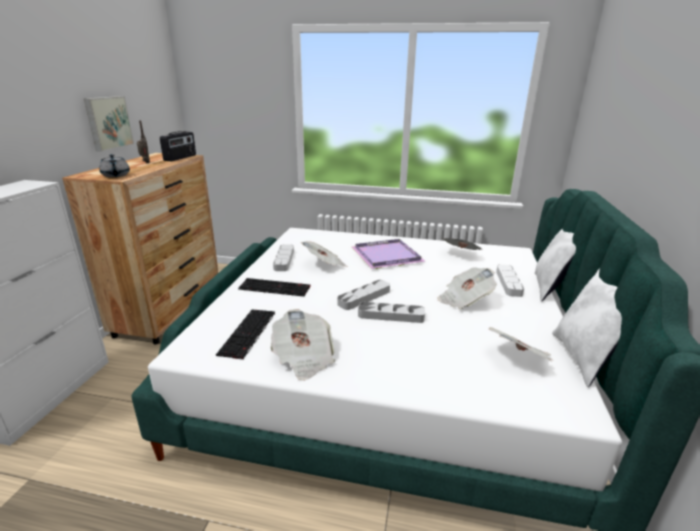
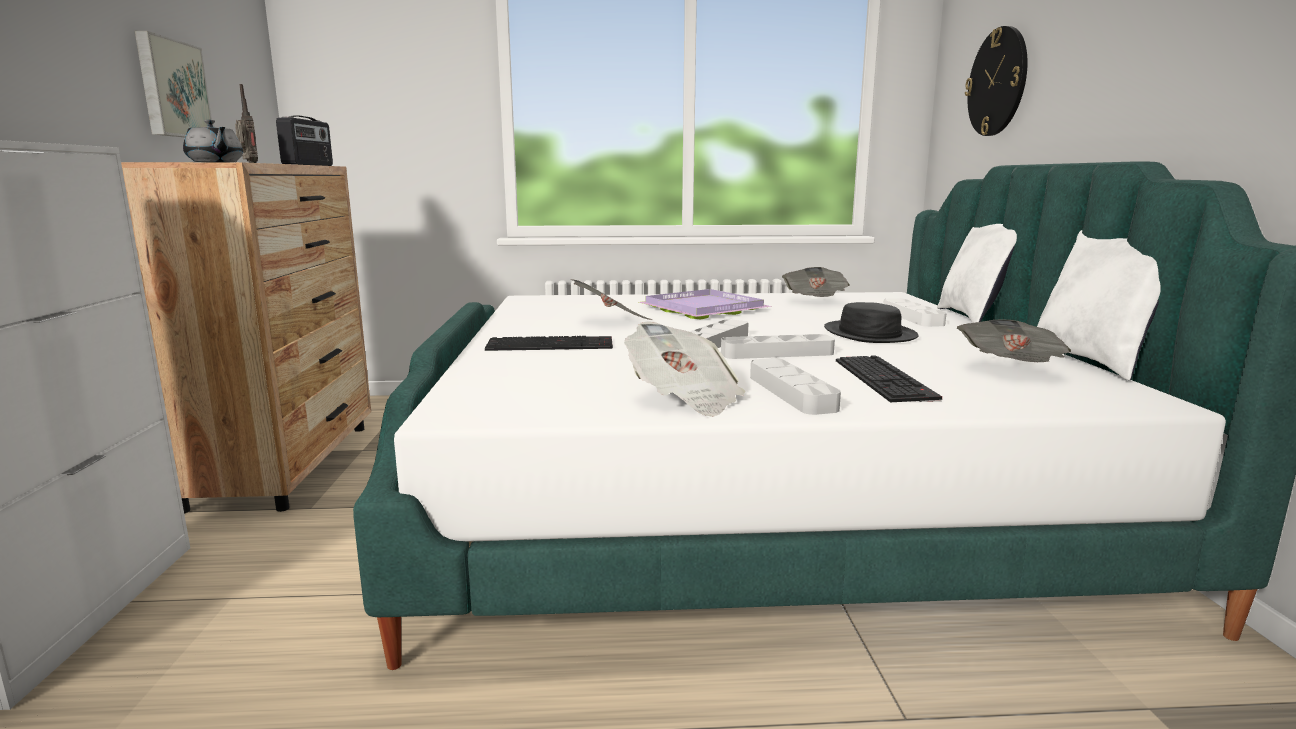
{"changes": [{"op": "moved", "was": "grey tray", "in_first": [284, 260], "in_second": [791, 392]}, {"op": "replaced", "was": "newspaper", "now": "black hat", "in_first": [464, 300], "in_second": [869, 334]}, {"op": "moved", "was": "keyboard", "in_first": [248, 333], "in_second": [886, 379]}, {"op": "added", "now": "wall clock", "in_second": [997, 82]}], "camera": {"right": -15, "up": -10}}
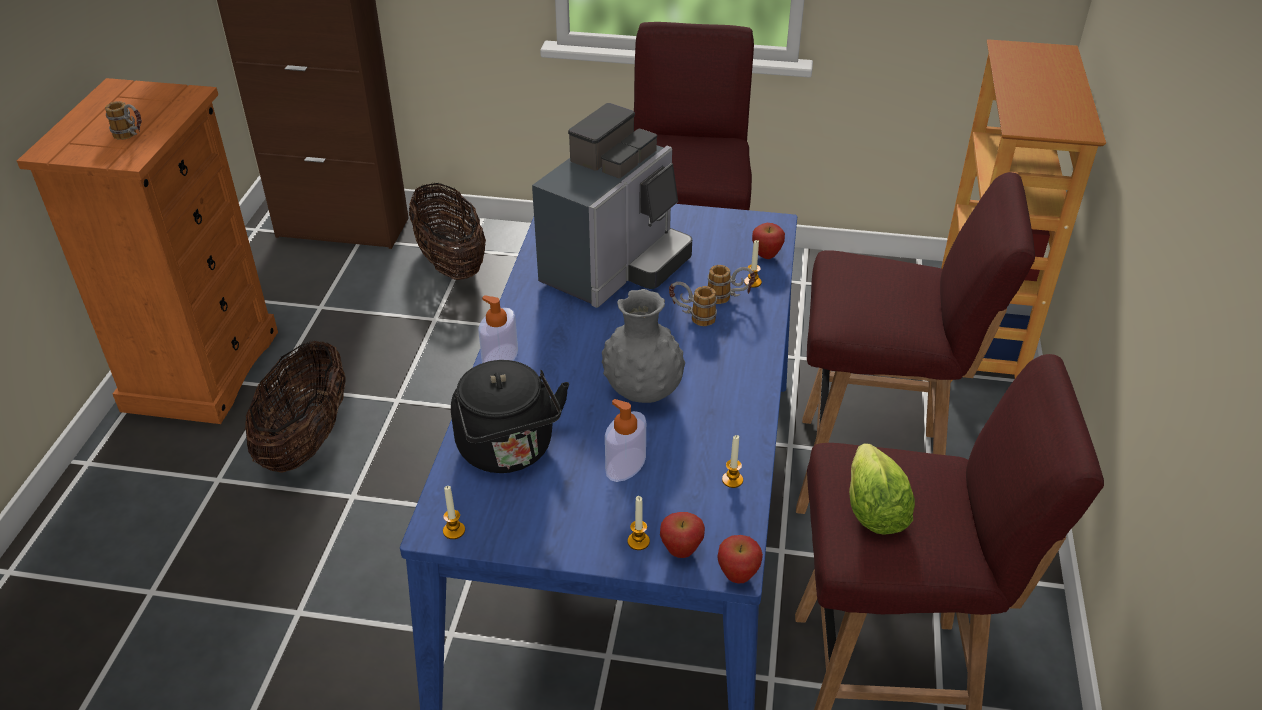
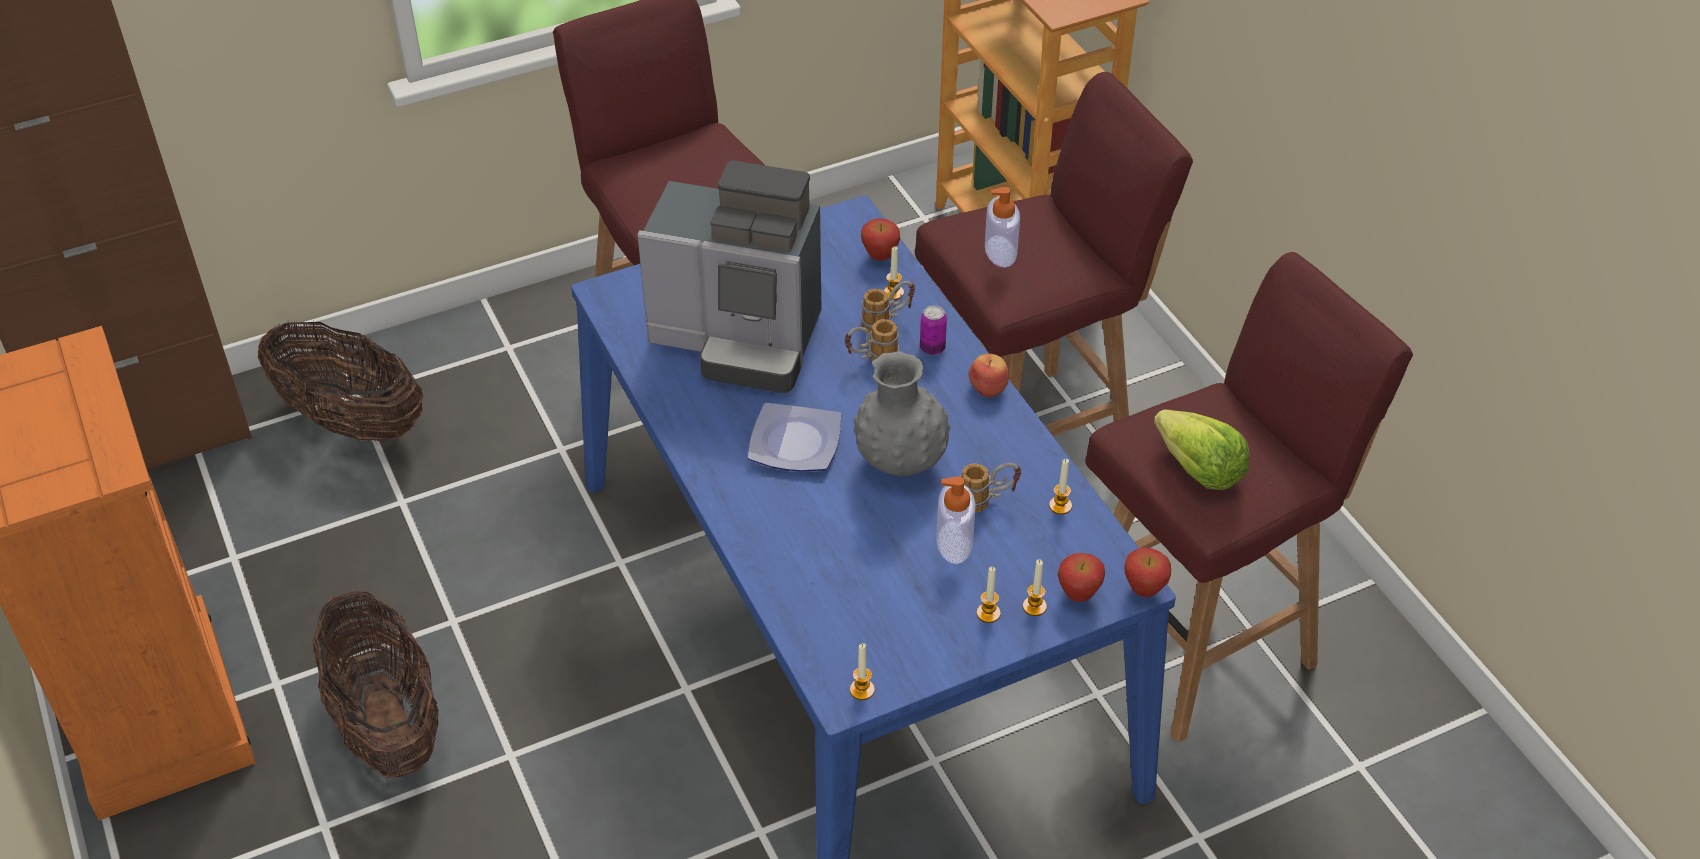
{"changes": [{"op": "moved", "was": "mug", "in_first": [132, 137], "in_second": [988, 500]}, {"op": "turned", "was": "coffee machine", "in_first": [616, 266], "in_second": [740, 339], "clockwise": 105}, {"op": "moved", "was": "soap dispenser", "in_first": [500, 358], "in_second": [1000, 251]}, {"op": "removed", "was": "black kettle", "in_first": [509, 451]}, {"op": "added", "now": "can", "in_second": [932, 348]}, {"op": "added", "now": "apple", "in_second": [988, 387]}, {"op": "added", "now": "plate", "in_second": [793, 444]}, {"op": "added", "now": "candle", "in_second": [988, 613]}], "camera": {"right": -35, "up": 5}}
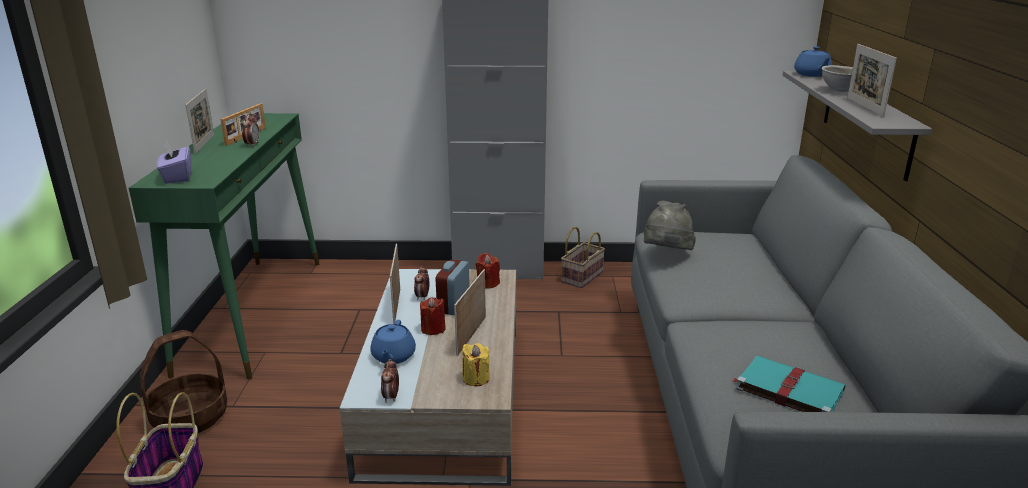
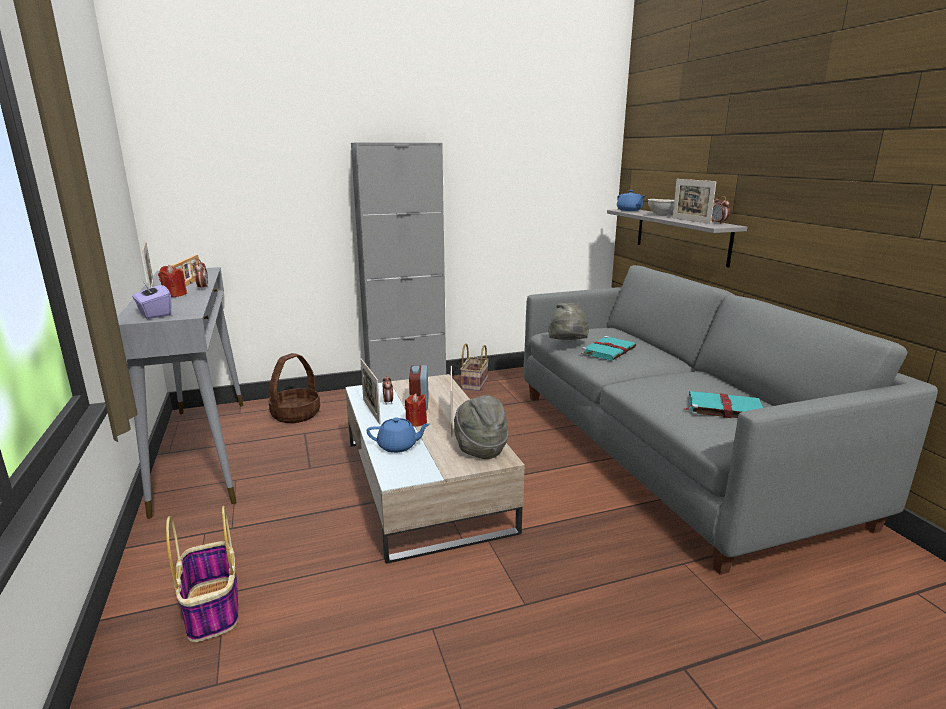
{"changes": [{"op": "recoloured", "was": "green console table", "now": "grey console table", "in_first": [254, 312], "in_second": [203, 451]}, {"op": "moved", "was": "red candle", "in_first": [488, 283], "in_second": [174, 295]}, {"op": "turned", "was": "blue teapot", "in_first": [393, 356], "in_second": [398, 446], "clockwise": -75}, {"op": "moved", "was": "basket", "in_first": [190, 417], "in_second": [296, 414]}, {"op": "replaced", "was": "yellow candle", "now": "grey hat", "in_first": [476, 378], "in_second": [480, 449]}, {"op": "moved", "was": "alarm clock", "in_first": [391, 397], "in_second": [718, 223]}, {"op": "added", "now": "turquoise book", "in_second": [609, 350]}], "camera": {"right": -20, "up": -5}}
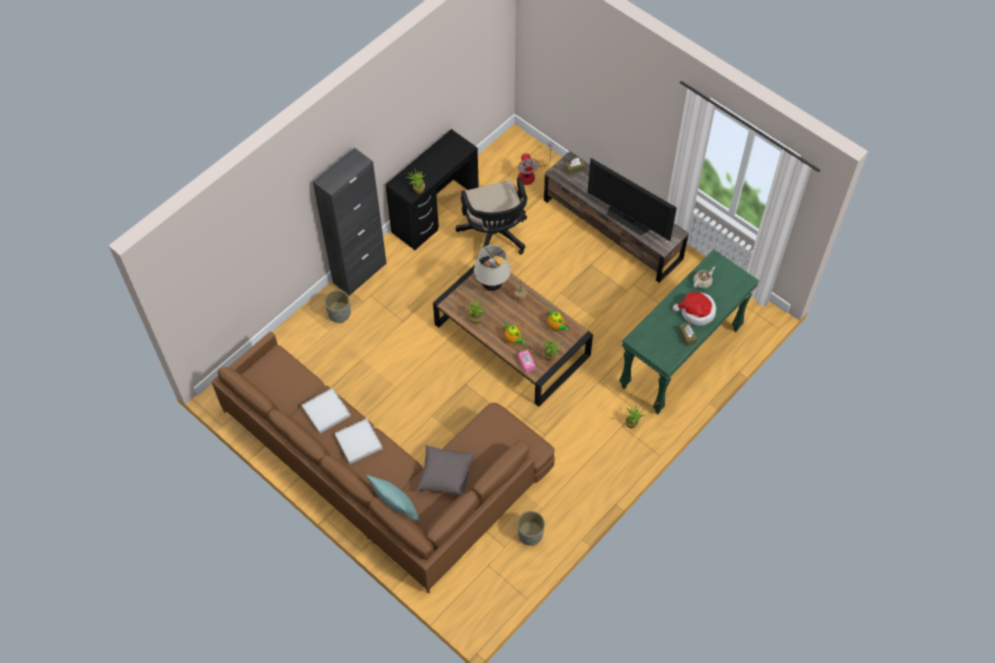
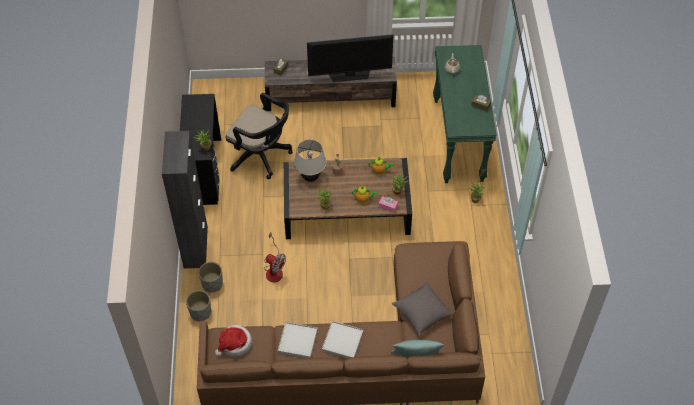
{"changes": [{"op": "moved", "was": "fan", "in_first": [530, 174], "in_second": [274, 269]}, {"op": "moved", "was": "hat", "in_first": [696, 312], "in_second": [234, 344]}, {"op": "moved", "was": "grey planter", "in_first": [530, 534], "in_second": [200, 313]}], "camera": {"right": -45, "up": -5}}
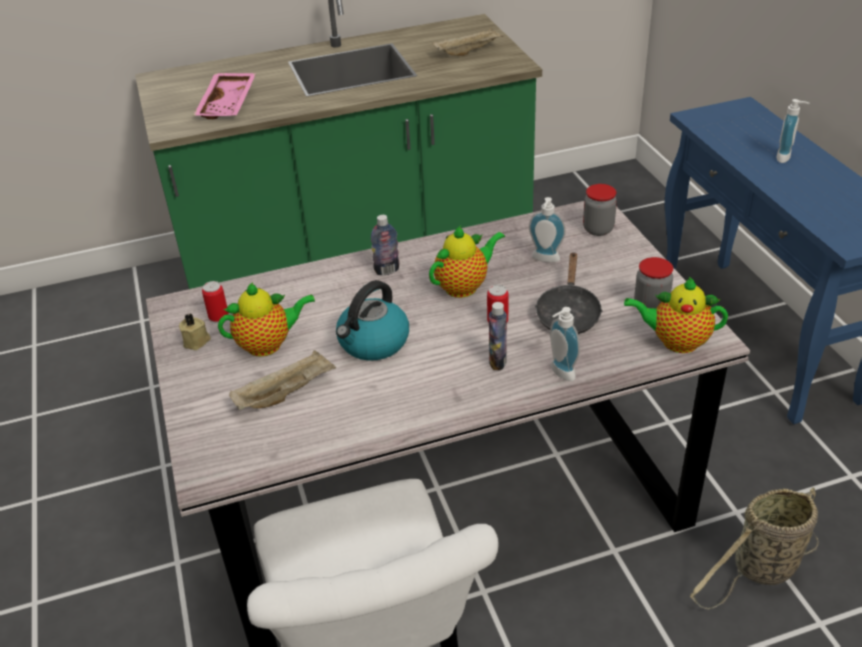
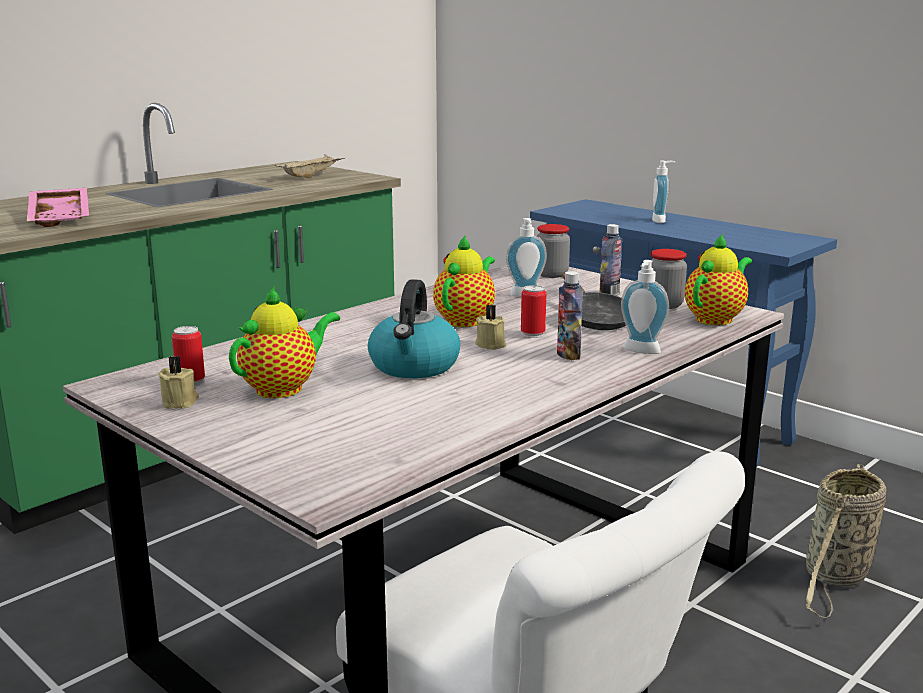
{"changes": [{"op": "moved", "was": "bottle", "in_first": [387, 270], "in_second": [609, 294]}, {"op": "turned", "was": "teapot", "in_first": [675, 342], "in_second": [716, 318], "clockwise": 150}, {"op": "removed", "was": "beige tray", "in_first": [286, 393]}, {"op": "added", "now": "beige candle", "in_second": [491, 344]}], "camera": {"right": -30, "up": -20}}
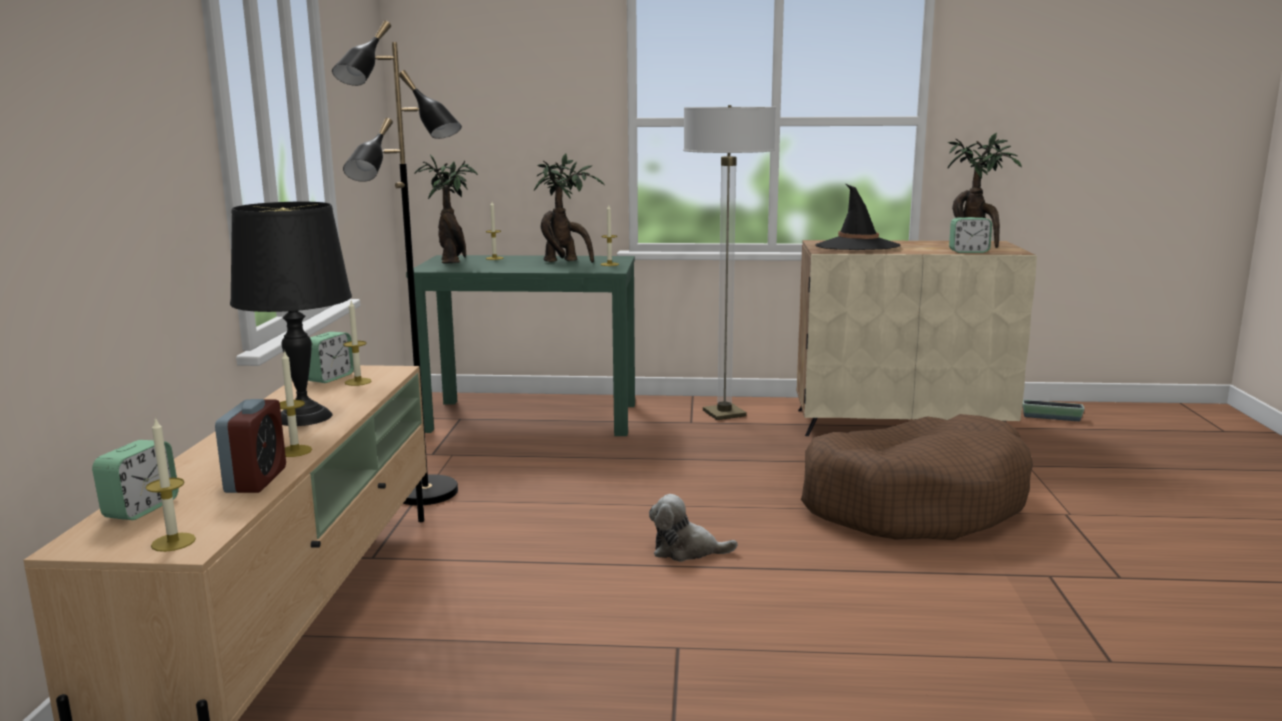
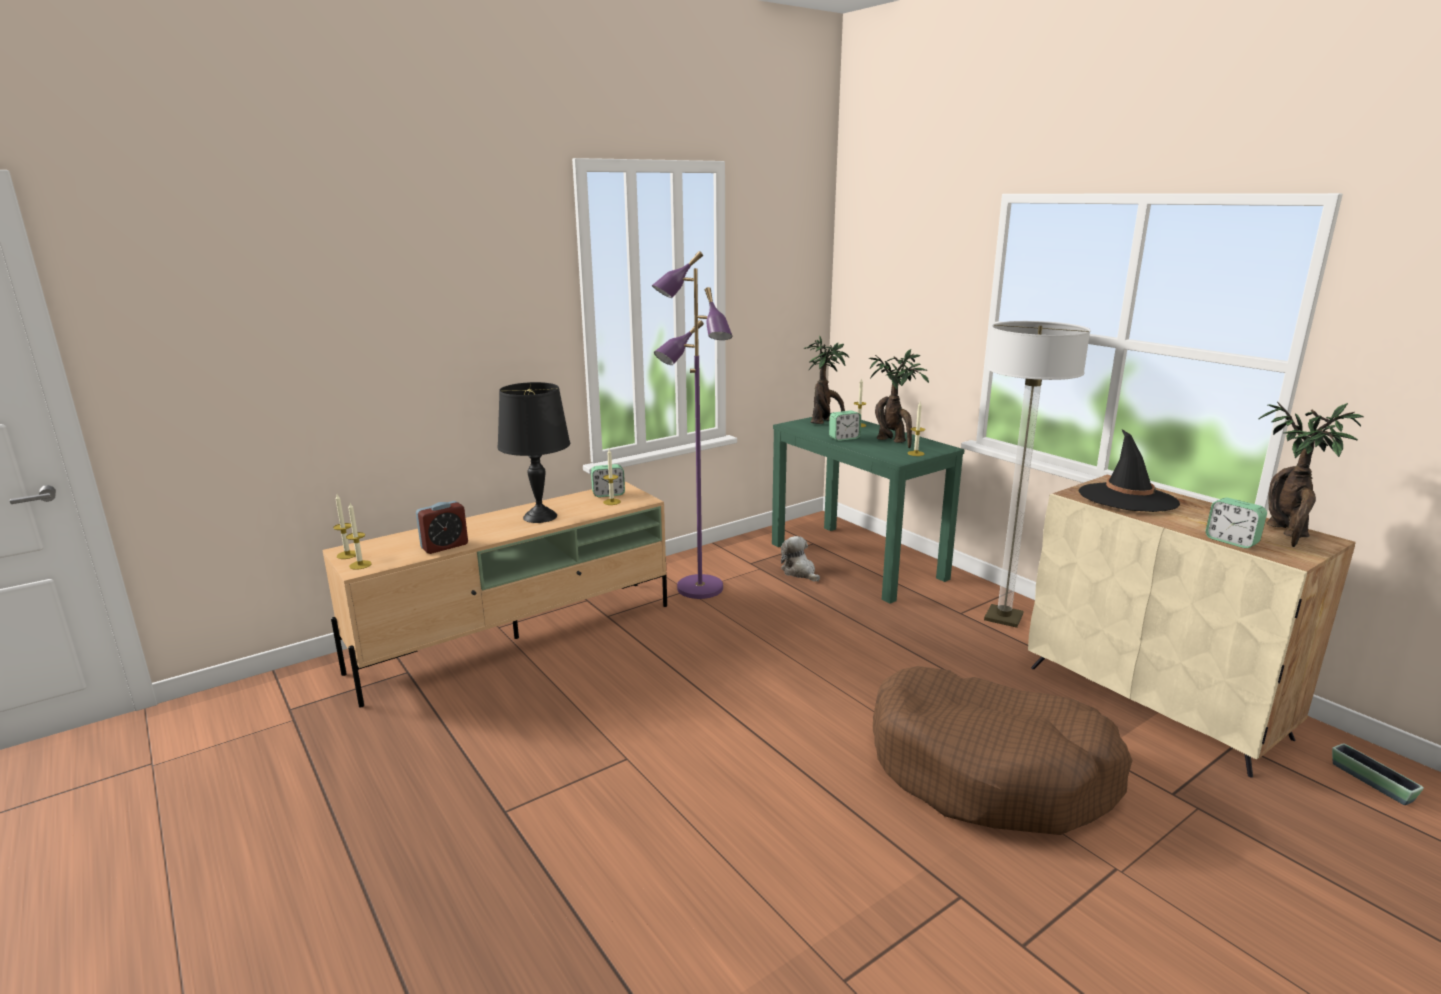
{"changes": [{"op": "recoloured", "was": "black floor lamp", "now": "purple floor lamp", "in_first": [425, 493], "in_second": [699, 589]}, {"op": "moved", "was": "candle", "in_first": [295, 451], "in_second": [347, 555]}, {"op": "moved", "was": "alarm clock", "in_first": [141, 509], "in_second": [844, 438]}, {"op": "moved", "was": "plush toy", "in_first": [686, 550], "in_second": [800, 572]}], "camera": {"right": 50, "up": 5}}
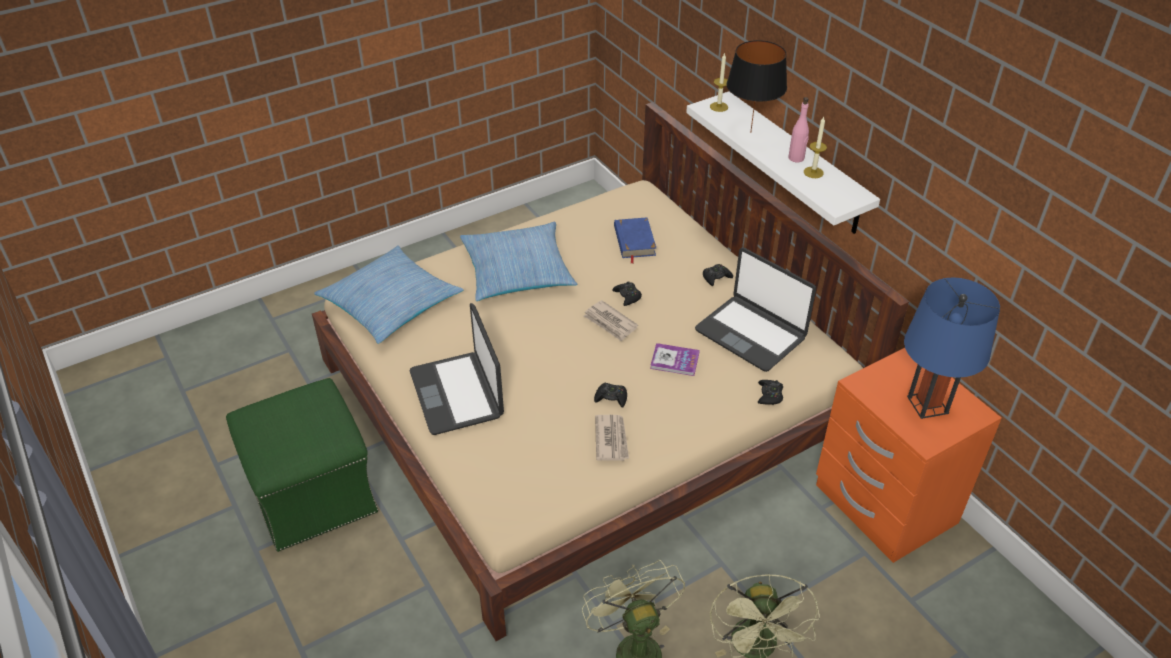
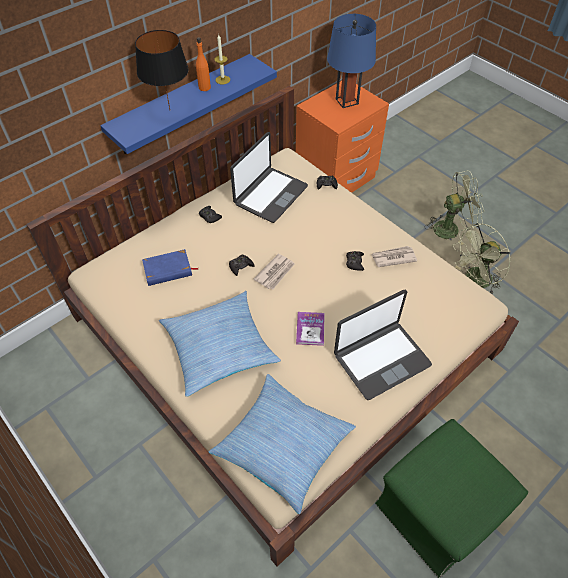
{"changes": [{"op": "removed", "was": "candle", "in_first": [719, 107]}, {"op": "recoloured", "was": "white shelf", "now": "blue shelf", "in_first": [795, 163], "in_second": [182, 105]}, {"op": "recoloured", "was": "pink bottle", "now": "orange bottle", "in_first": [796, 158], "in_second": [204, 87]}, {"op": "moved", "was": "book", "in_first": [674, 361], "in_second": [310, 329]}], "camera": {"right": -100, "up": 10}}
